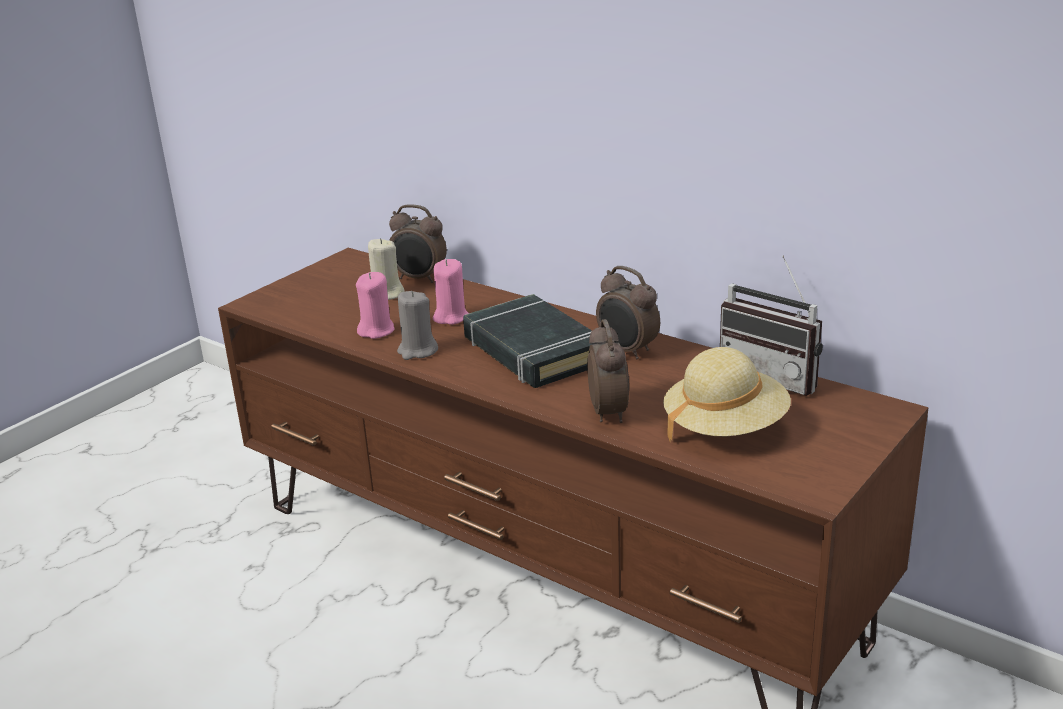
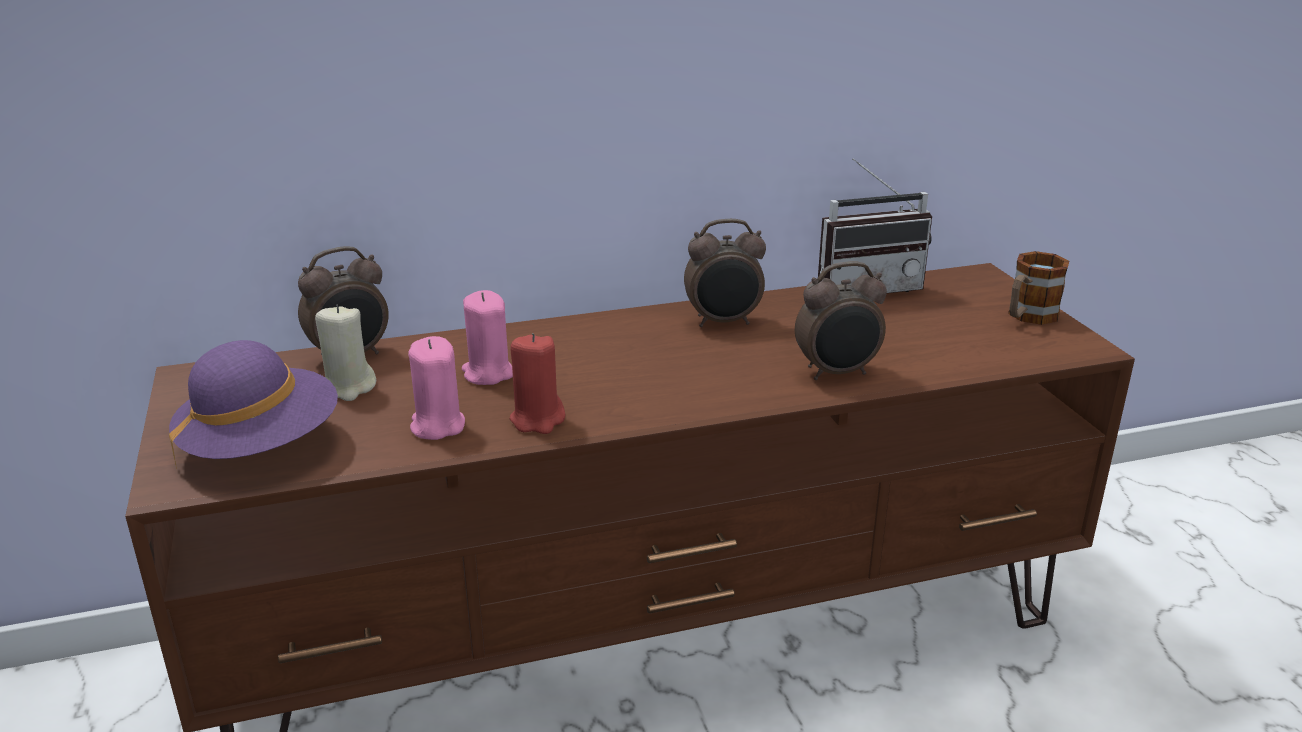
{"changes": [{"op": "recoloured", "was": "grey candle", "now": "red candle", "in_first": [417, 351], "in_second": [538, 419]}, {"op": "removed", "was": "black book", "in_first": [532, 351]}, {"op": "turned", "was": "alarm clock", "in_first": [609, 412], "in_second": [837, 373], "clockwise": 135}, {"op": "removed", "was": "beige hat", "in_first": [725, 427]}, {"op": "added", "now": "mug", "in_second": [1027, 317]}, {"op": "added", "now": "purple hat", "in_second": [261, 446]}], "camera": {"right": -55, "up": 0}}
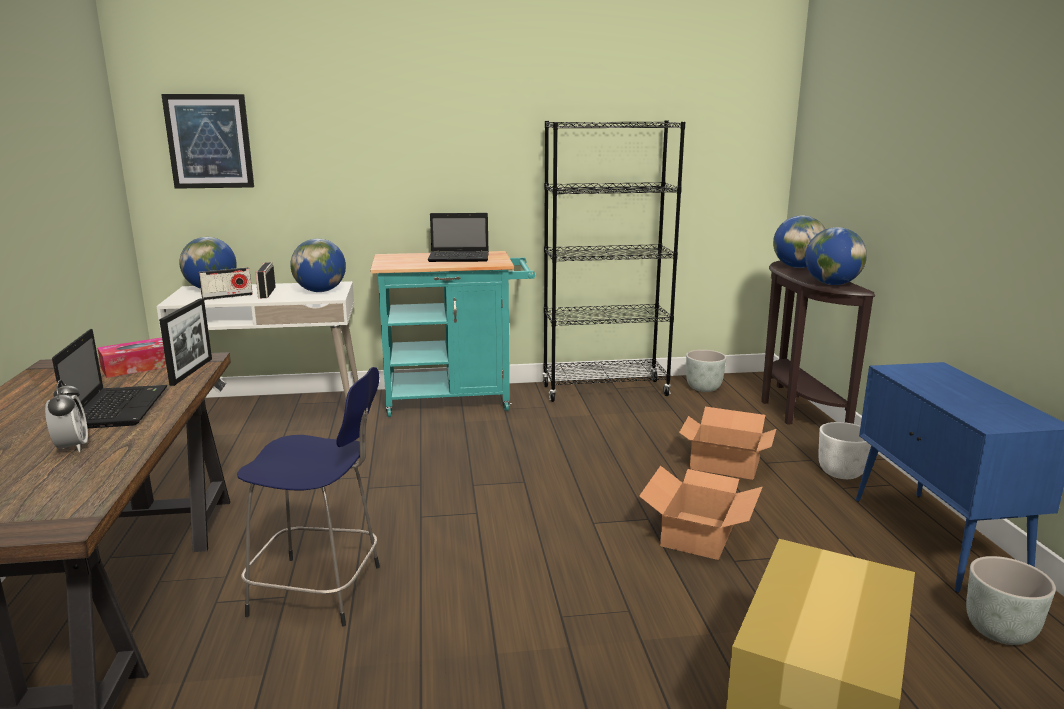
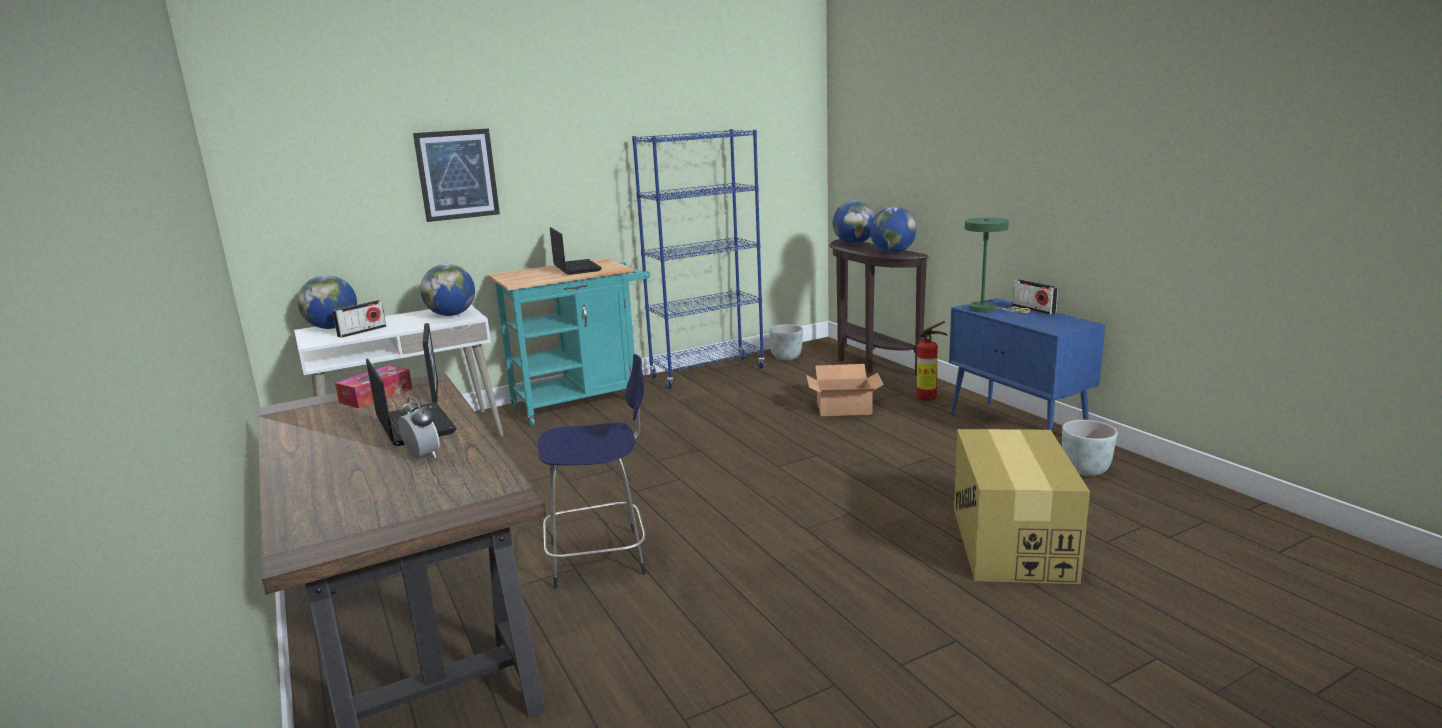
{"changes": [{"op": "moved", "was": "picture", "in_first": [209, 141], "in_second": [457, 174]}, {"op": "recoloured", "was": "black bookcase", "now": "blue bookcase", "in_first": [605, 391], "in_second": [707, 373]}, {"op": "turned", "was": "laptop", "in_first": [460, 258], "in_second": [576, 268], "clockwise": -90}, {"op": "moved", "was": "radio", "in_first": [267, 292], "in_second": [1033, 309]}, {"op": "replaced", "was": "white planter", "now": "fire extinguisher", "in_first": [841, 473], "in_second": [930, 398]}, {"op": "removed", "was": "cardboard box", "in_first": [696, 535]}, {"op": "added", "now": "green table lamp", "in_second": [987, 309]}], "camera": {"right": -20, "up": 0}}
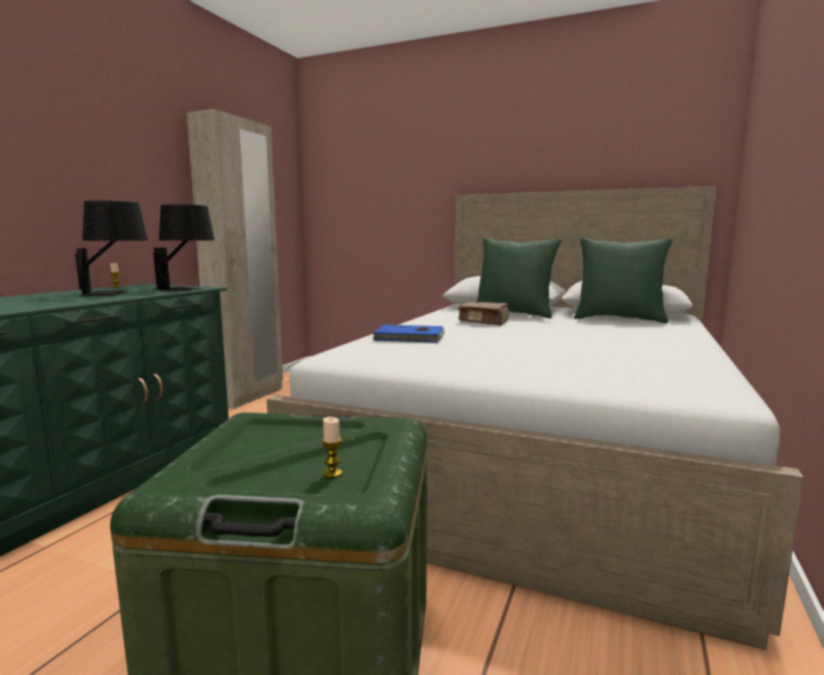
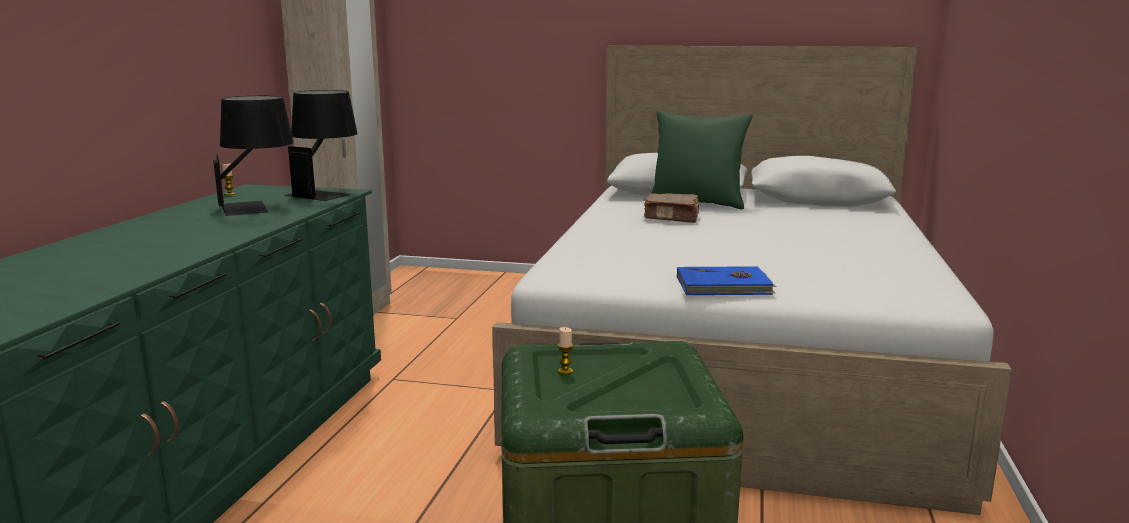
{"changes": [{"op": "removed", "was": "green pillow", "in_first": [619, 319]}, {"op": "moved", "was": "blue book", "in_first": [409, 337], "in_second": [724, 286]}, {"op": "moved", "was": "candle", "in_first": [332, 473], "in_second": [565, 371]}], "camera": {"right": -10, "up": 5}}
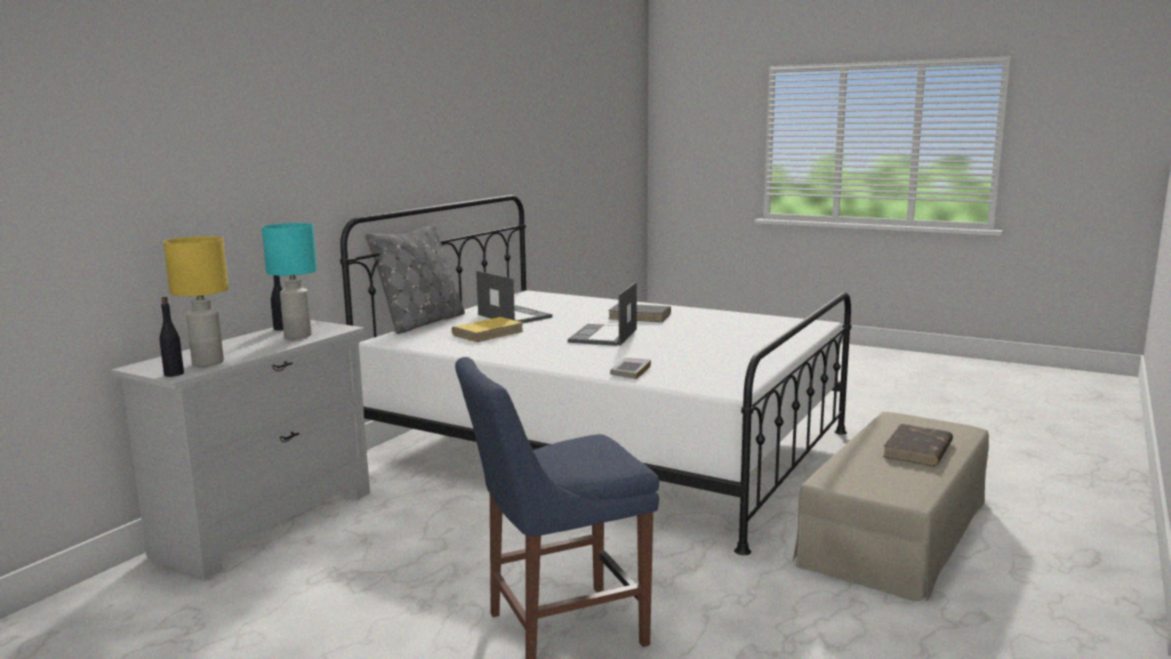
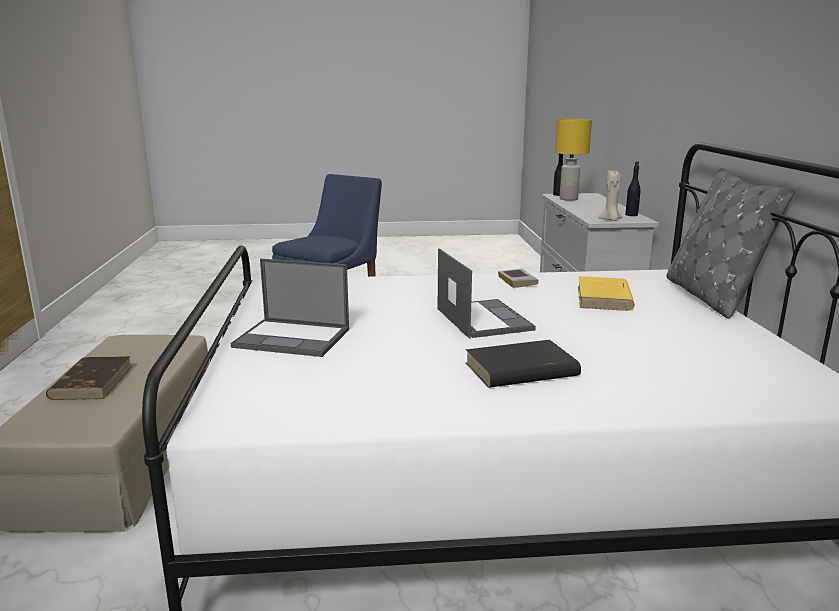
{"changes": [{"op": "removed", "was": "turquoise table lamp", "in_first": [297, 336]}, {"op": "moved", "was": "laptop", "in_first": [513, 316], "in_second": [293, 338]}, {"op": "moved", "was": "book", "in_first": [630, 372], "in_second": [517, 281]}, {"op": "added", "now": "beige candle", "in_second": [610, 220]}], "camera": {"right": 145, "up": 5}}
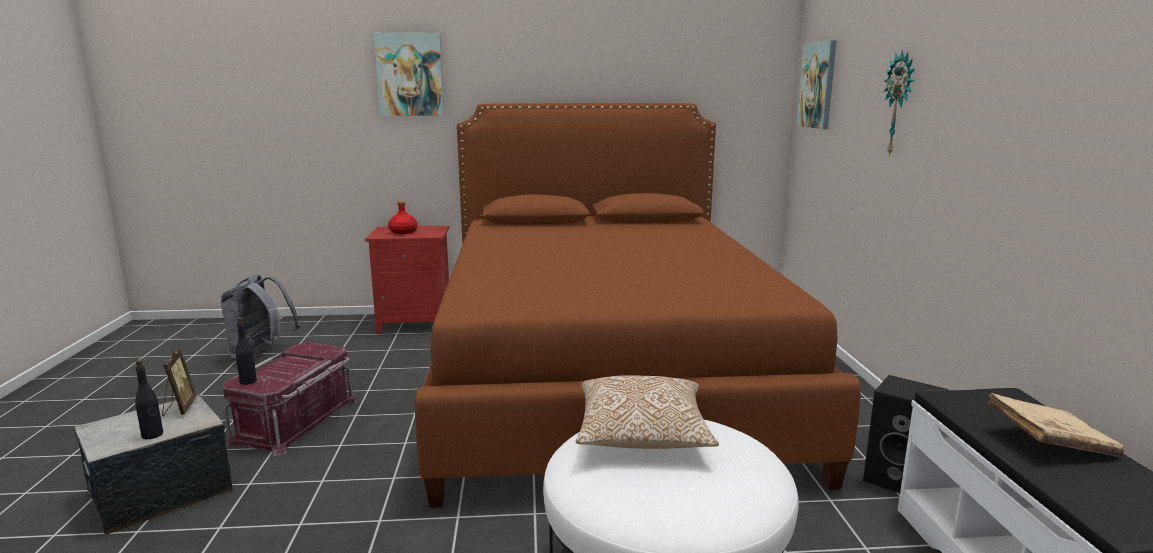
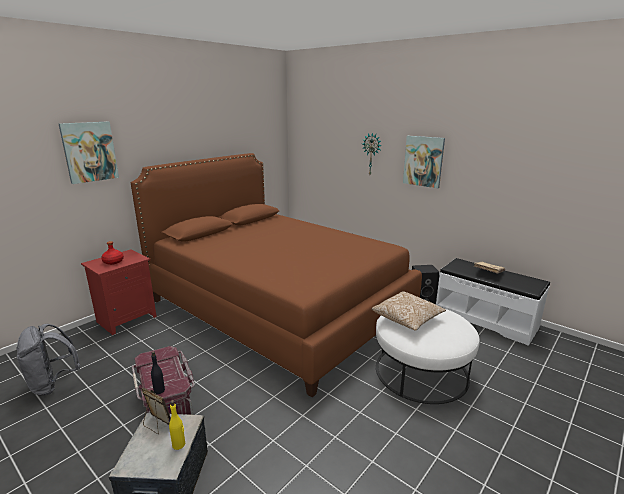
{"changes": [{"op": "moved", "was": "picture", "in_first": [817, 85], "in_second": [423, 161]}, {"op": "recoloured", "was": "black bottle", "now": "yellow bottle", "in_first": [152, 435], "in_second": [179, 444]}], "camera": {"right": -45, "up": 5}}
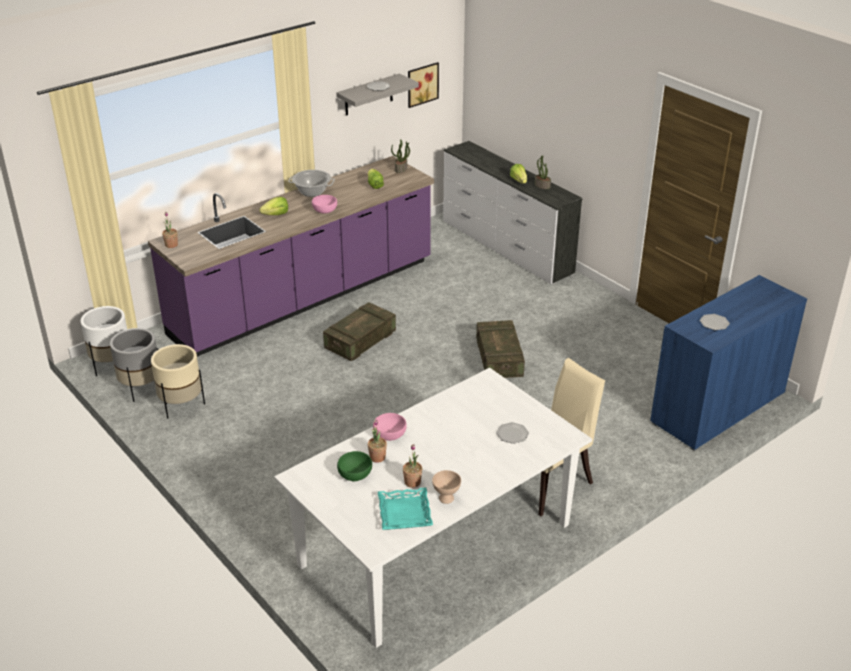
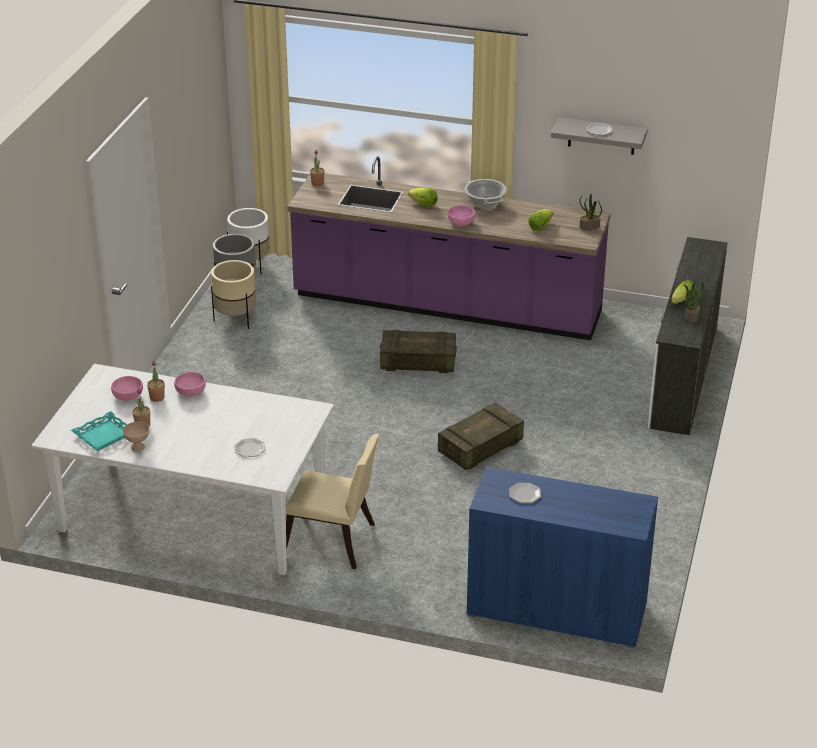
{"changes": [{"op": "removed", "was": "picture", "in_first": [421, 84]}, {"op": "recoloured", "was": "green bowl", "now": "pink bowl", "in_first": [355, 474], "in_second": [128, 396]}], "camera": {"right": 55, "up": 0}}
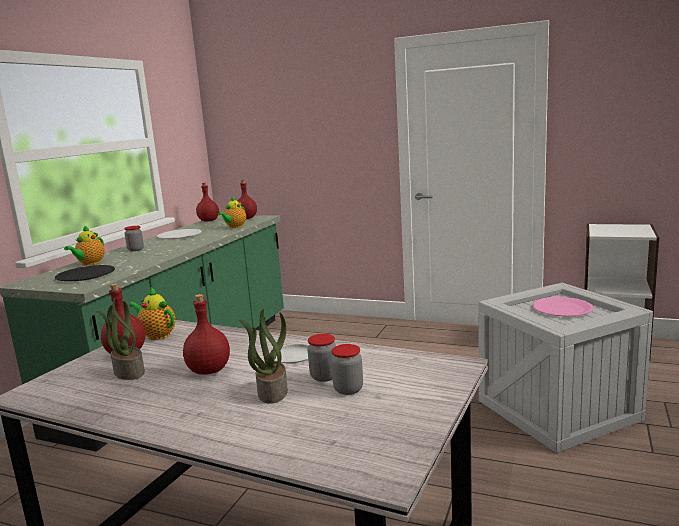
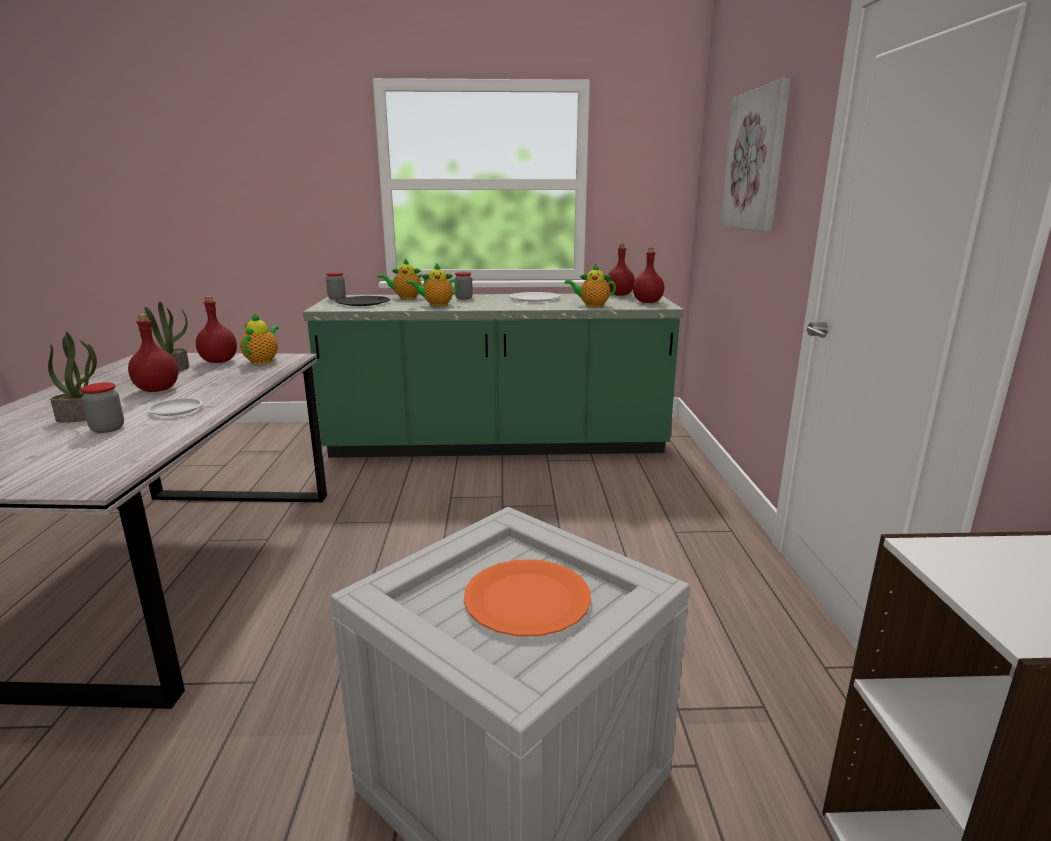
{"changes": [{"op": "recoloured", "was": "pink plate", "now": "orange plate", "in_first": [562, 308], "in_second": [527, 599]}, {"op": "moved", "was": "jar", "in_first": [348, 389], "in_second": [337, 298]}, {"op": "added", "now": "picture", "in_second": [756, 161]}, {"op": "added", "now": "teapot", "in_second": [436, 305]}], "camera": {"right": 65, "up": 5}}
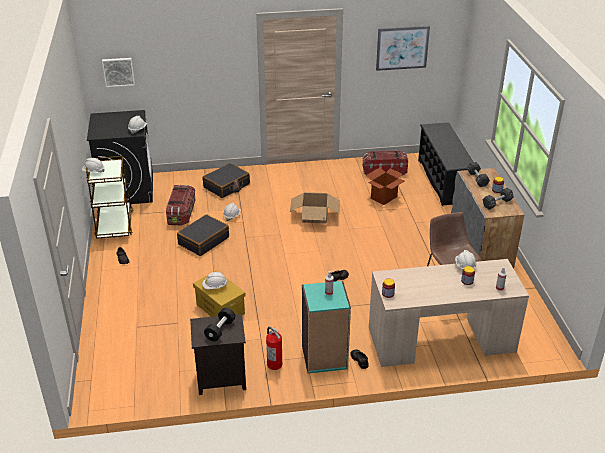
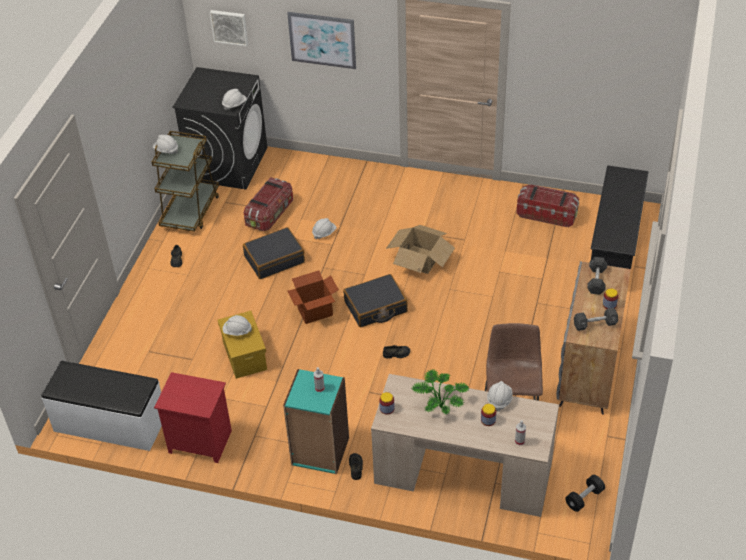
{"changes": [{"op": "moved", "was": "picture", "in_first": [402, 48], "in_second": [322, 40]}, {"op": "moved", "was": "black suitcase", "in_first": [226, 186], "in_second": [375, 307]}, {"op": "moved", "was": "cardboard box", "in_first": [384, 197], "in_second": [315, 312]}, {"op": "moved", "was": "black dumbbell", "in_first": [220, 330], "in_second": [584, 498]}, {"op": "recoloured", "was": "black nightstand", "now": "red nightstand", "in_first": [220, 379], "in_second": [199, 442]}, {"op": "removed", "was": "fire extinguisher", "in_first": [274, 364]}, {"op": "added", "now": "white bench", "in_second": [110, 424]}, {"op": "added", "now": "potted plant", "in_second": [440, 405]}], "camera": {"right": 25, "up": 10}}
